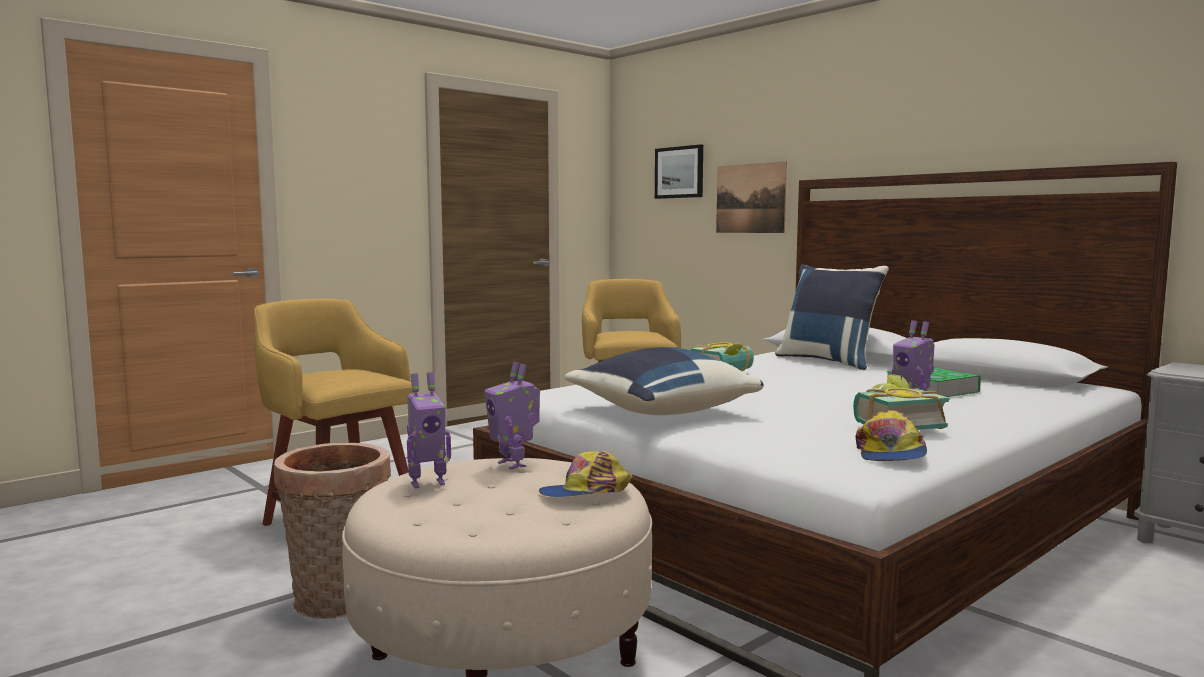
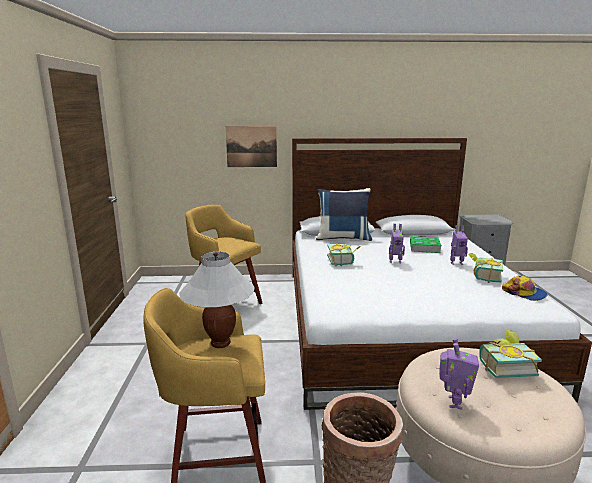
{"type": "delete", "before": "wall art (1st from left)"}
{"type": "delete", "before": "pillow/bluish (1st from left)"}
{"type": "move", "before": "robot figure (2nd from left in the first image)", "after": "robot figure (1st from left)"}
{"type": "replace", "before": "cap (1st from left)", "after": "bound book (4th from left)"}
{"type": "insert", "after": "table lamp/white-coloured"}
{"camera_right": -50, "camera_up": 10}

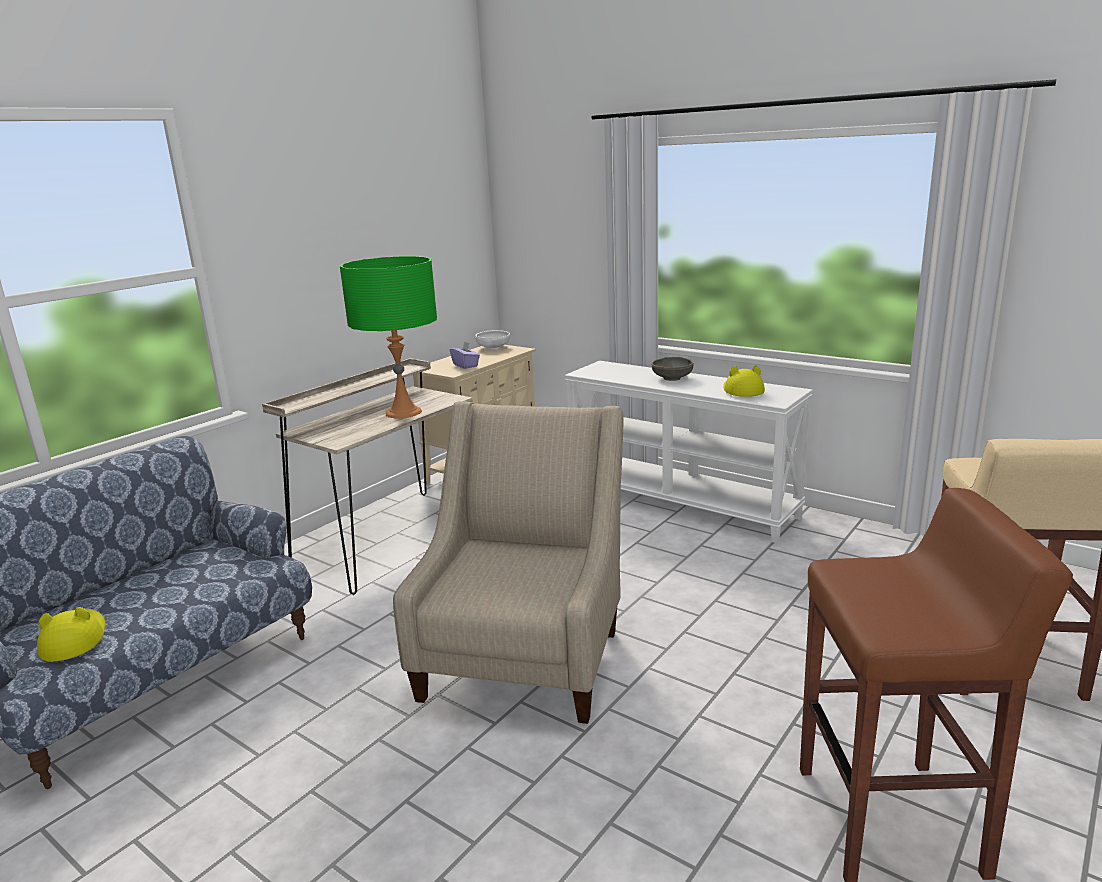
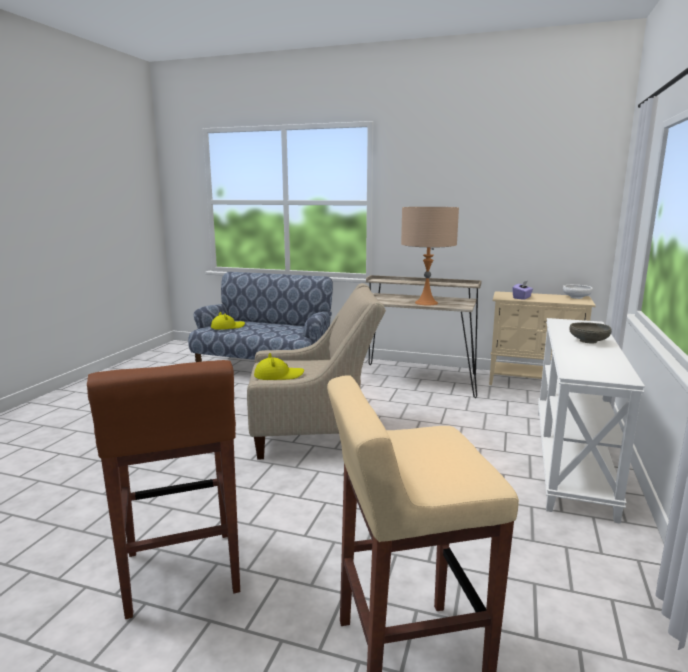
{"type": "recolor", "before": "table lamp/green", "after": "table lamp/beige"}
{"type": "move", "before": "wearable hat/yellow (2nd from left)"}
{"camera_right": 70, "camera_up": -5}

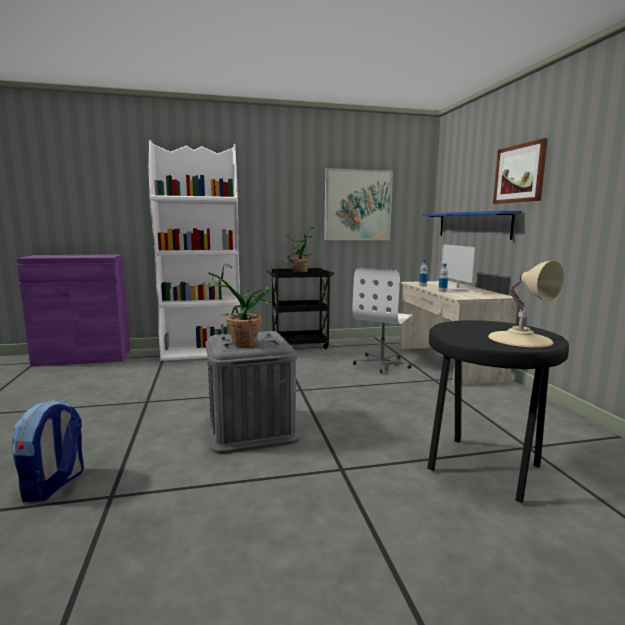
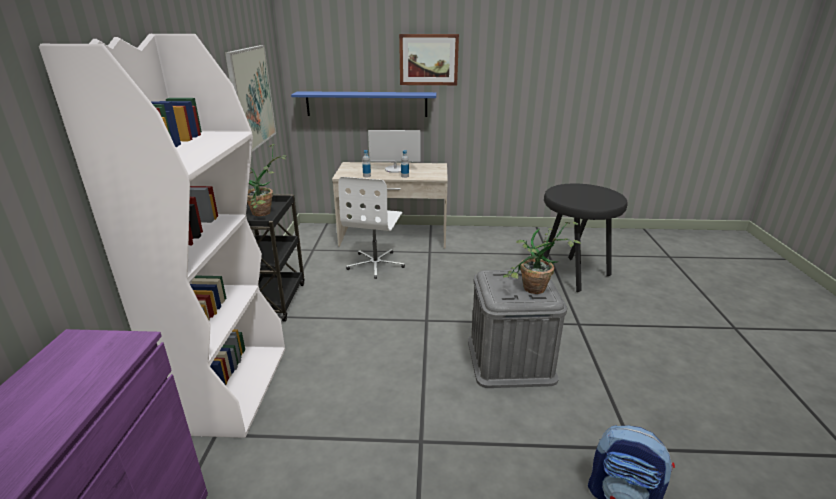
{"type": "delete", "before": "table lamp/beige"}
{"type": "rotate", "before": "desk chair/white-coloured", "turn": 60}
{"camera_right": -75, "camera_up": 15}

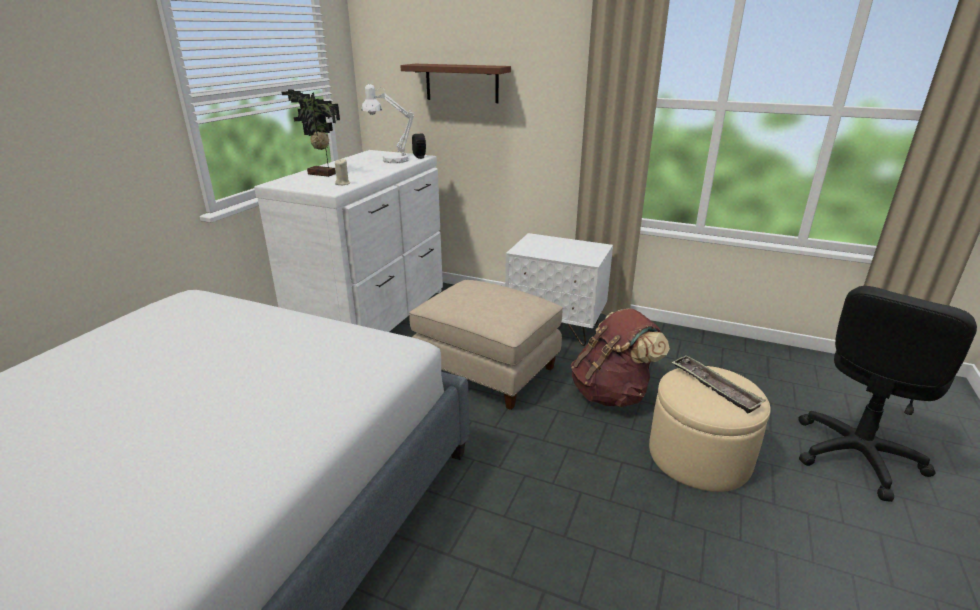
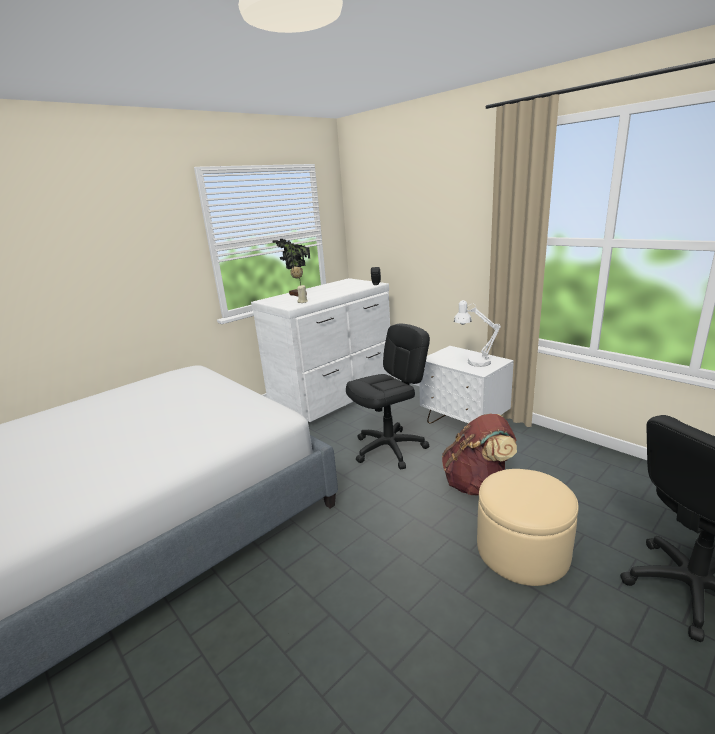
{"type": "delete", "before": "wall shelf/brown"}
{"type": "move", "before": "table lamp/white-coloured"}
{"type": "replace", "before": "footrest/beige (1st from left)", "after": "desk chair/black-coloured (1st from left)"}
{"type": "delete", "before": "tray"}
{"camera_right": 25, "camera_up": -5}

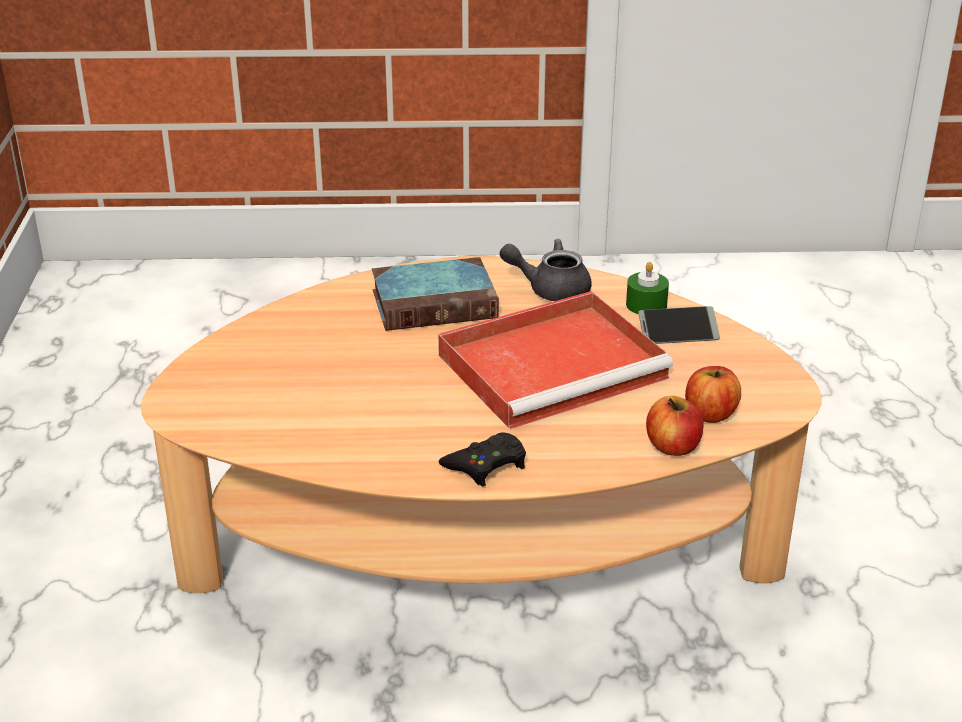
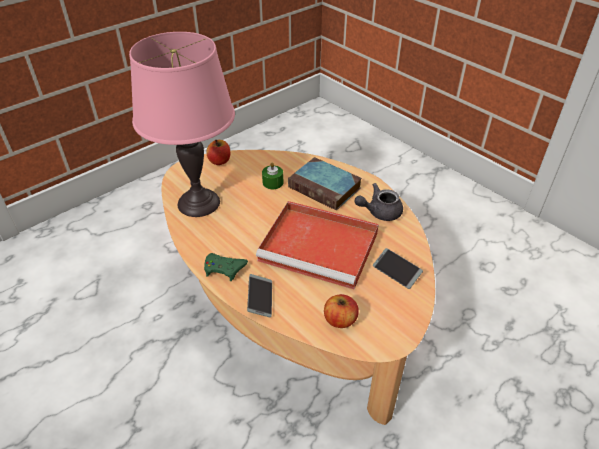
{"type": "rotate", "before": "pot for tea/grey", "turn": -75}
{"type": "move", "before": "wax light/green"}
{"type": "move", "before": "apple fruit (1st from left)"}
{"type": "recolor", "before": "gamepad/black-coloured", "after": "gamepad/green"}
{"type": "insert", "after": "table lamp/pink"}
{"type": "insert", "after": "phone (1st from left)"}
{"camera_right": 50, "camera_up": 10}

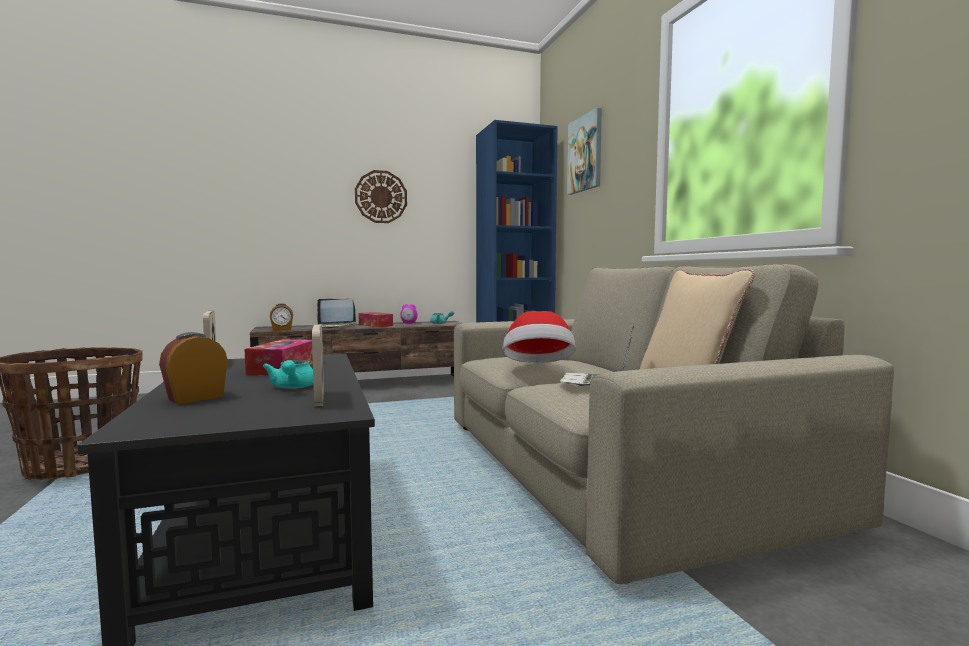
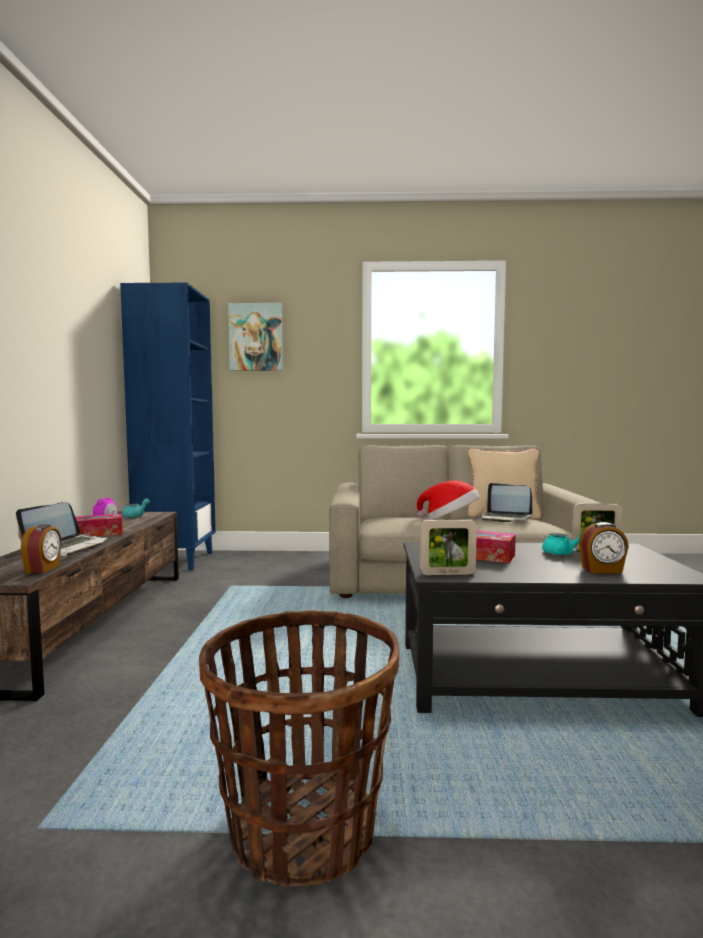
{"type": "delete", "before": "clock on the wall"}
{"type": "rotate", "before": "table clock (1st from left in the first image)", "turn": -60}
{"camera_right": -70, "camera_up": 0}

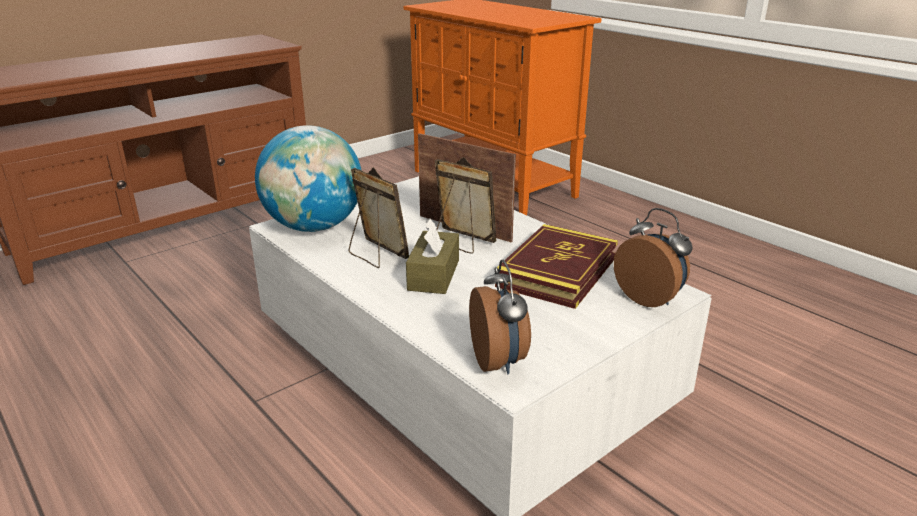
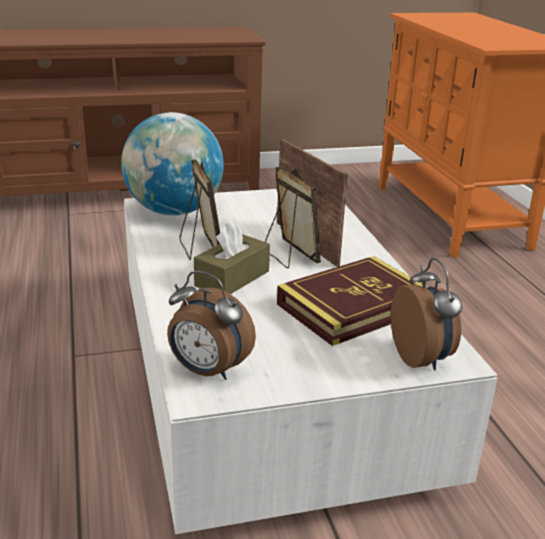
{"type": "rotate", "before": "table clock (1st from left)", "turn": 105}
{"camera_right": 25, "camera_up": 0}

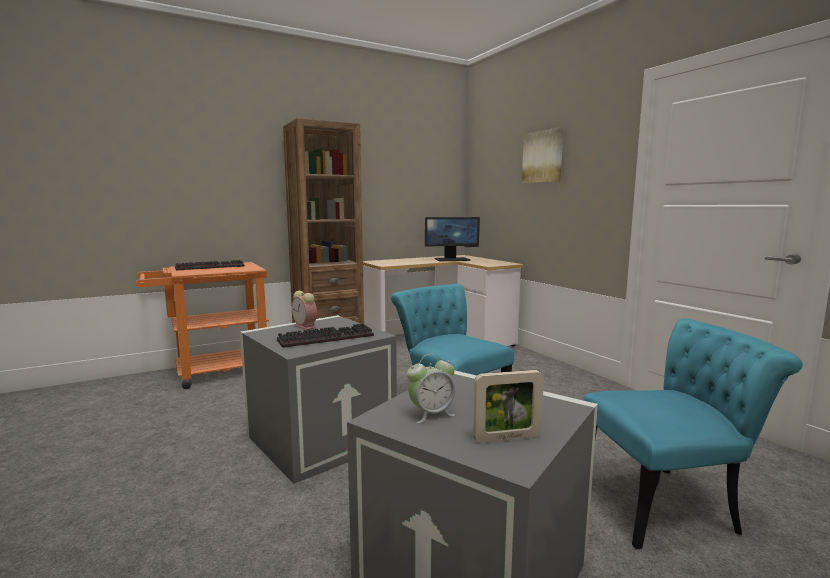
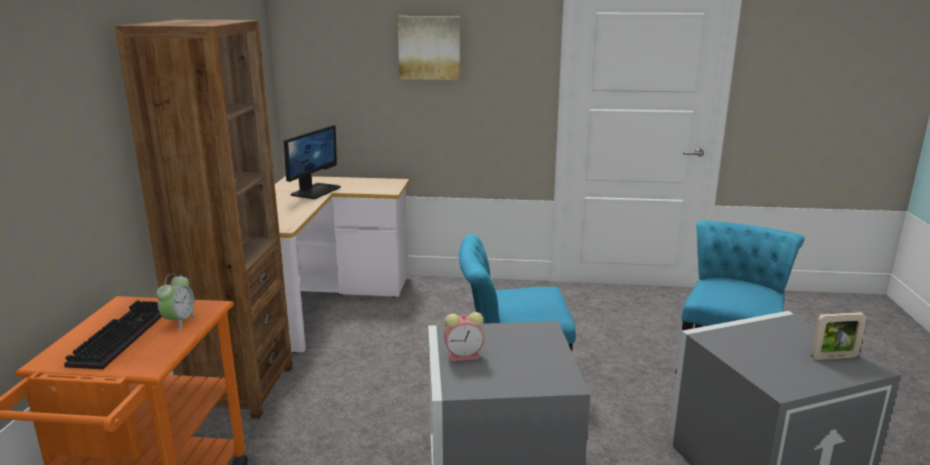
{"type": "delete", "before": "keyboard (2nd from left)"}
{"type": "move", "before": "table clock (2nd from left in the first image)", "after": "table clock (1st from left)"}
{"type": "rotate", "before": "photo frame", "turn": 60}
{"camera_right": -55, "camera_up": 10}

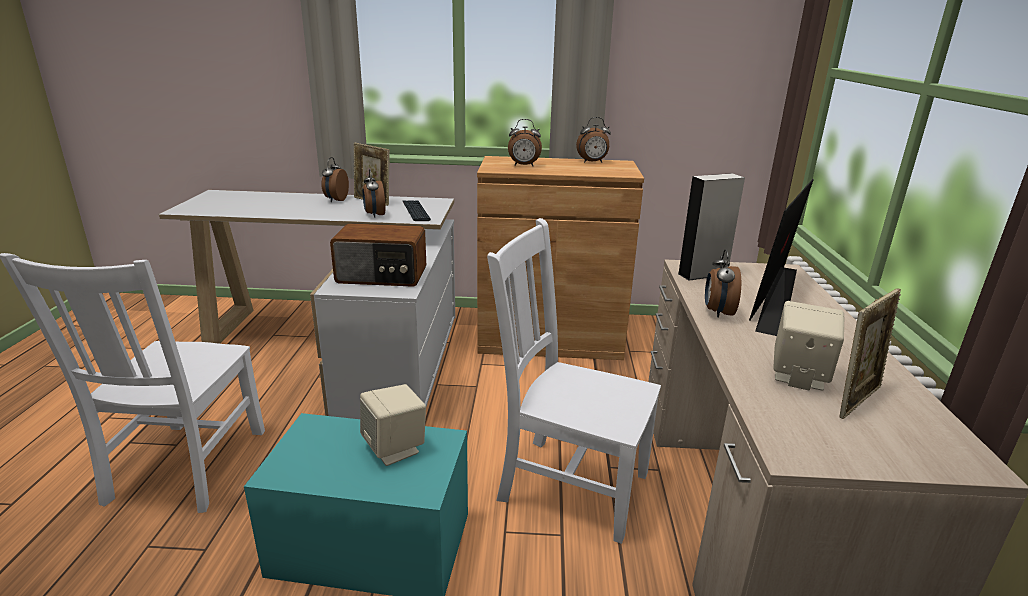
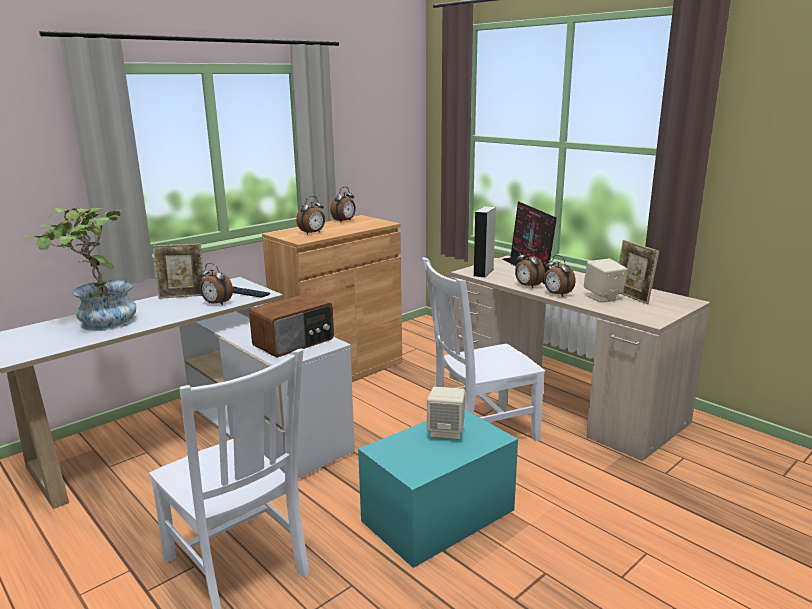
{"type": "move", "before": "table clock (1st from left in the first image)", "after": "table clock (5th from left)"}
{"type": "rotate", "before": "photo frame (2nd from left)", "turn": 150}
{"type": "insert", "after": "plant in a pot"}
{"camera_right": -45, "camera_up": -5}

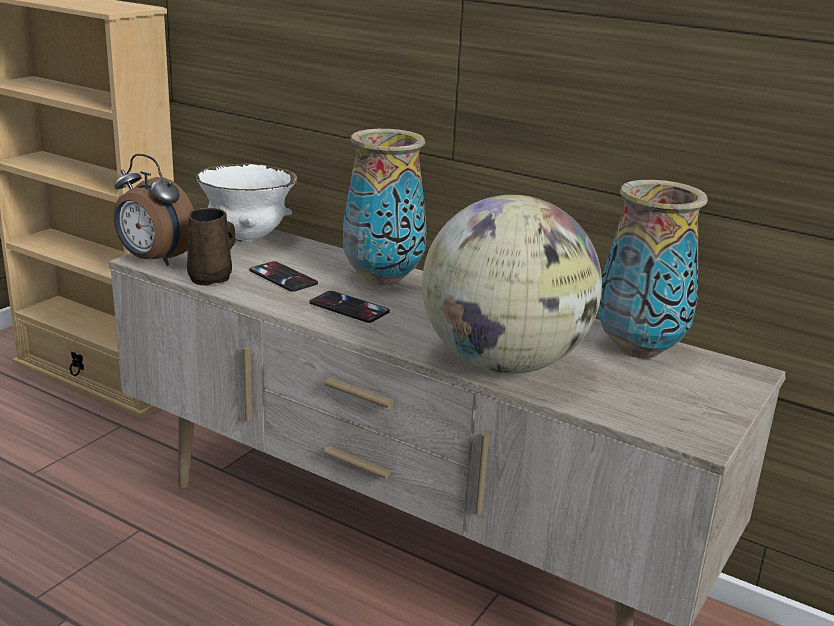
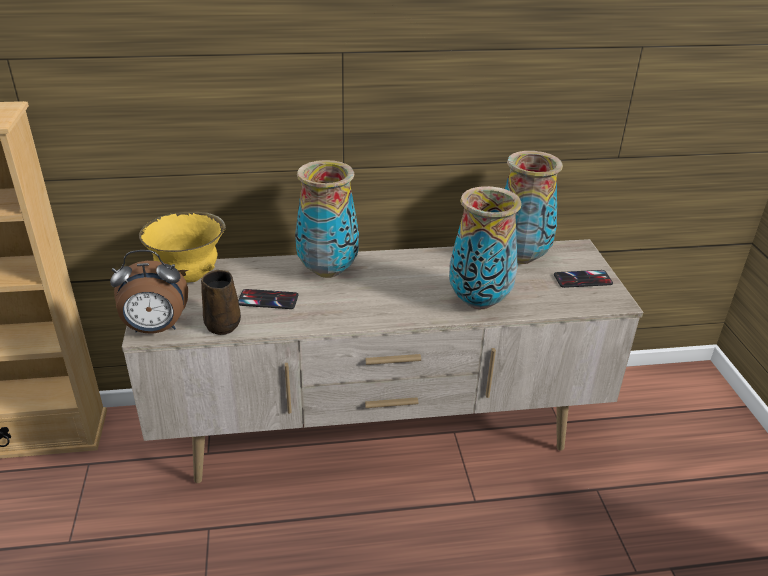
{"type": "recolor", "before": "bowl/white-coloured", "after": "bowl/yellow"}
{"type": "replace", "before": "globe", "after": "vase (2nd from left)"}
{"type": "move", "before": "phone (2nd from left)"}
{"camera_right": -40, "camera_up": 10}

